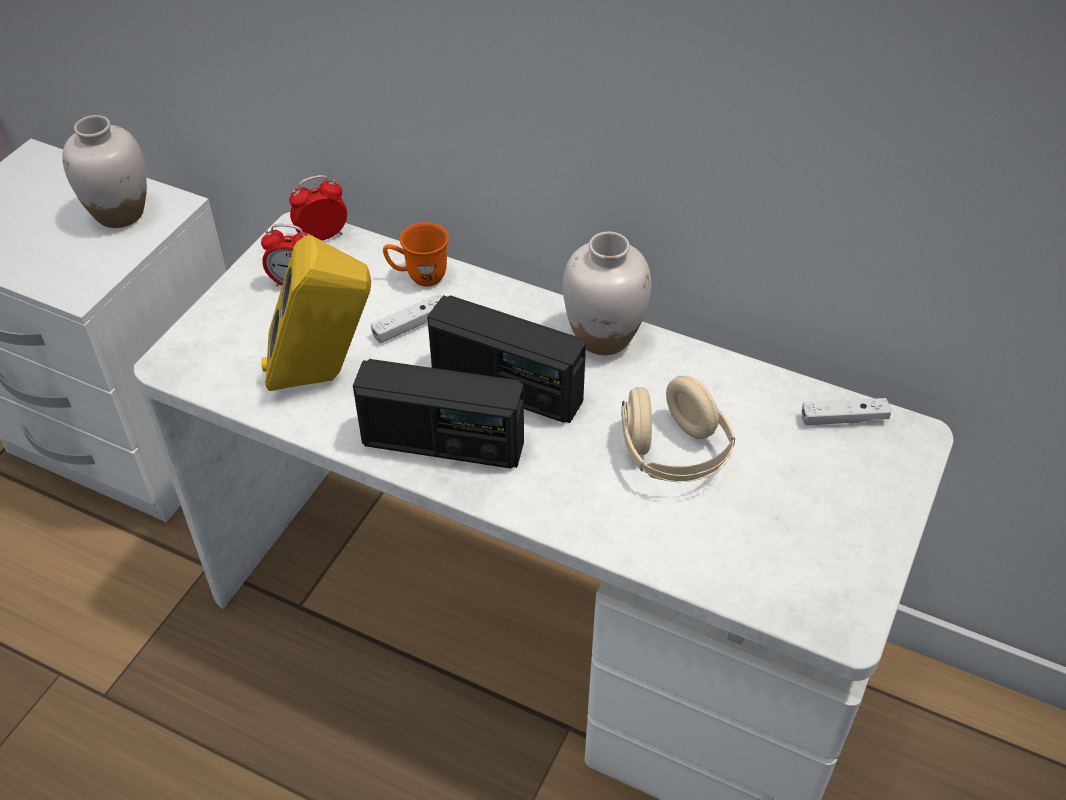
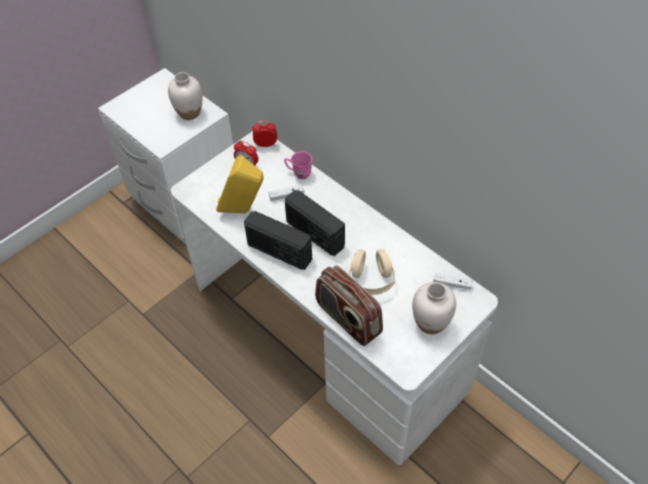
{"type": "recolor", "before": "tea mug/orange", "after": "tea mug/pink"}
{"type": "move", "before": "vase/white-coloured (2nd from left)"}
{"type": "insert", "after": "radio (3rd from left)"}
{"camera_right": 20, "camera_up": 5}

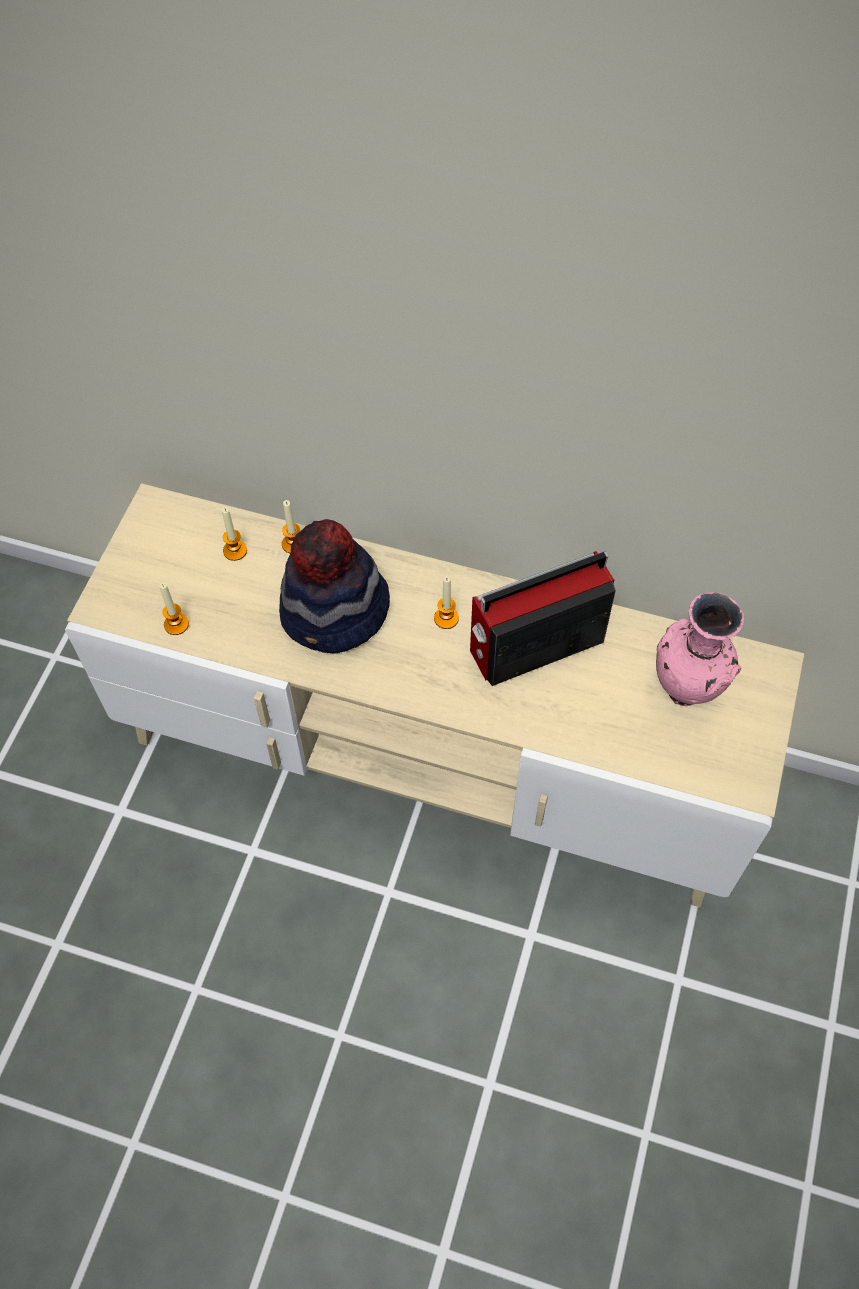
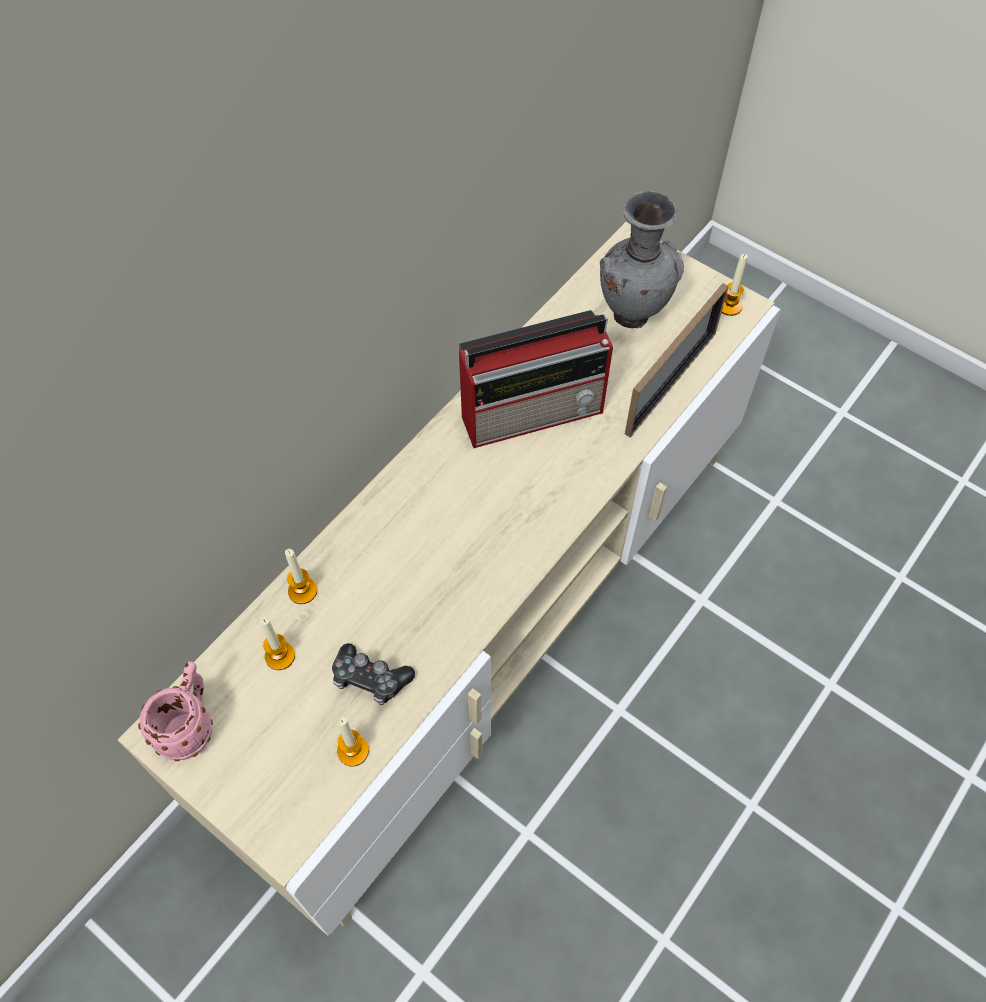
{"type": "delete", "before": "wearable hat"}
{"type": "rotate", "before": "radio", "turn": -105}
{"type": "move", "before": "wax light (4th from left)"}
{"type": "recolor", "before": "vase/pink", "after": "vase/grey"}
{"type": "insert", "after": "photo frame"}
{"type": "insert", "after": "gamepad"}
{"type": "insert", "after": "tea mug/pink"}
{"camera_right": -70, "camera_up": 0}

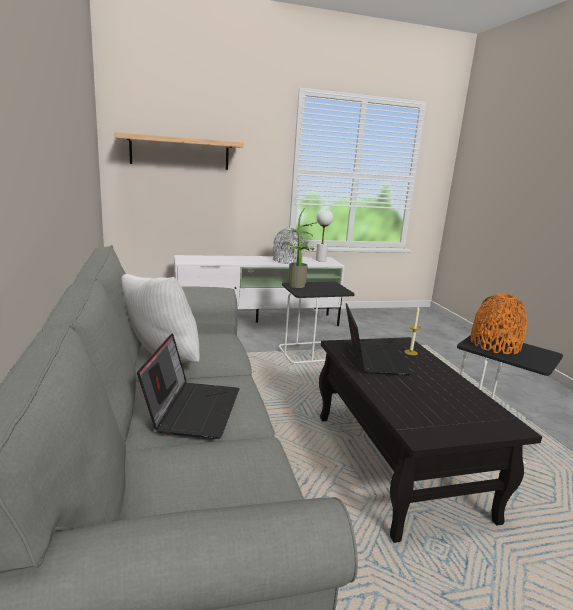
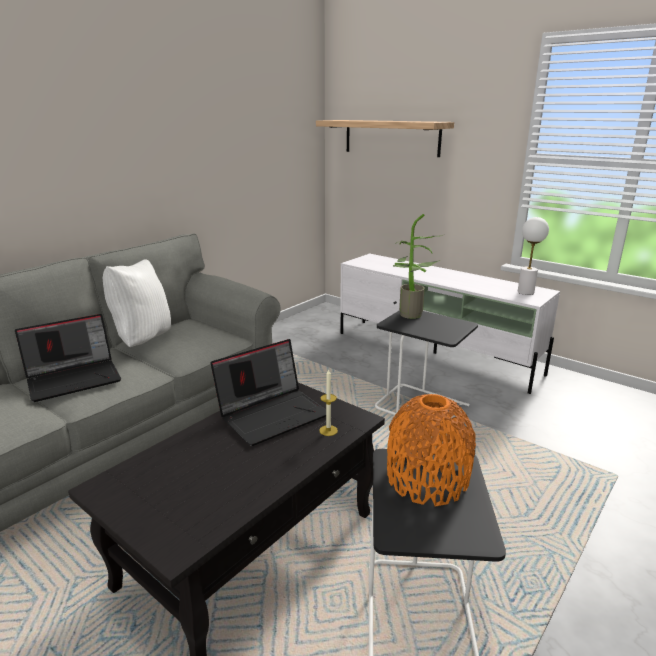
{"type": "delete", "before": "vase/grey"}
{"camera_right": 55, "camera_up": 5}

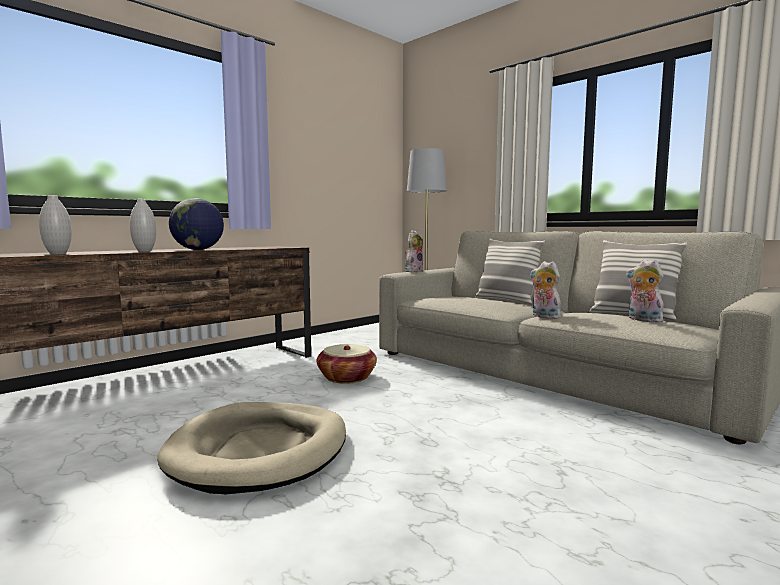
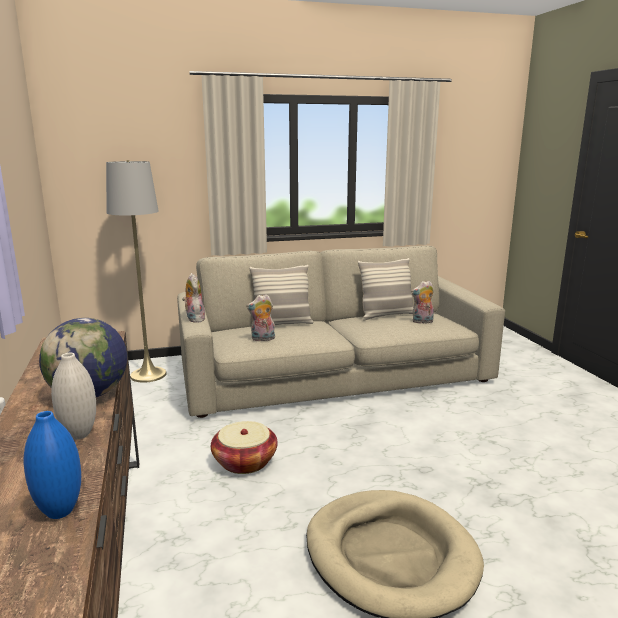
{"type": "recolor", "before": "vase/white-coloured (1st from left)", "after": "vase/bluish"}
{"type": "move", "before": "cuddly toy (2nd from left)"}
{"camera_right": -60, "camera_up": 10}

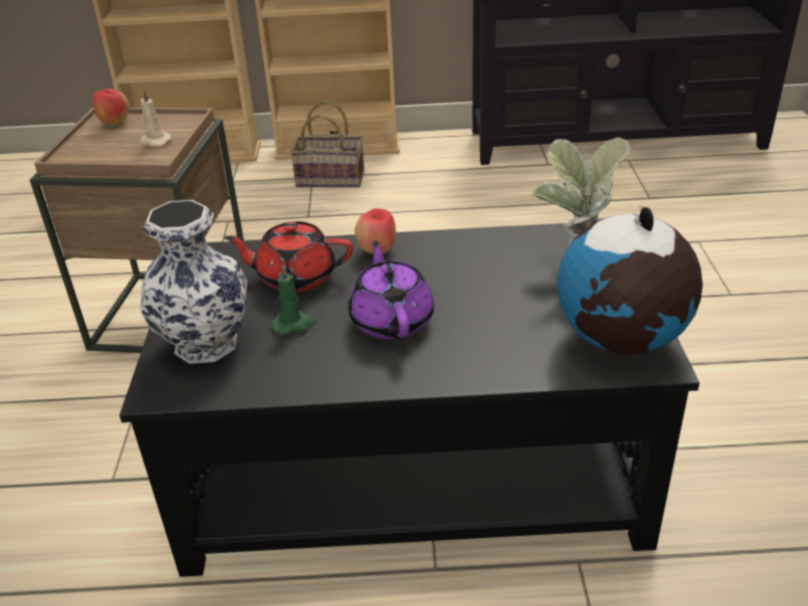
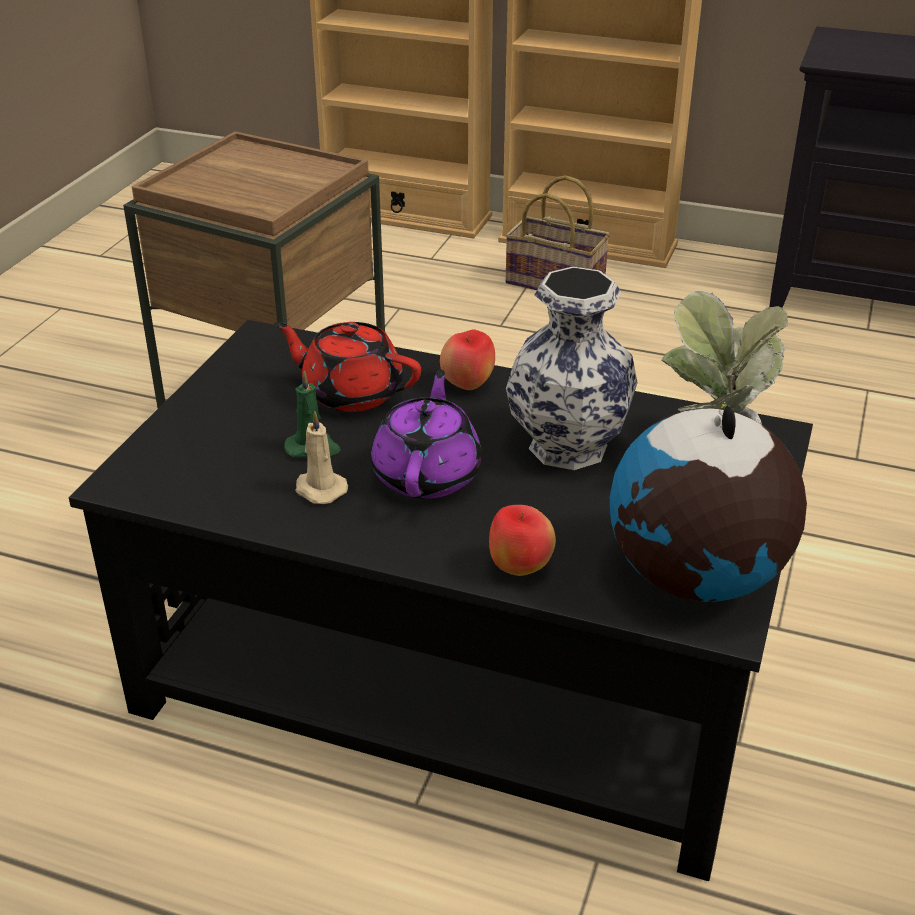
{"type": "move", "before": "apple fruit (1st from left in the first image)", "after": "apple fruit (2nd from left)"}
{"type": "move", "before": "wax light/beige"}
{"type": "move", "before": "vase"}
{"camera_right": 20, "camera_up": 0}

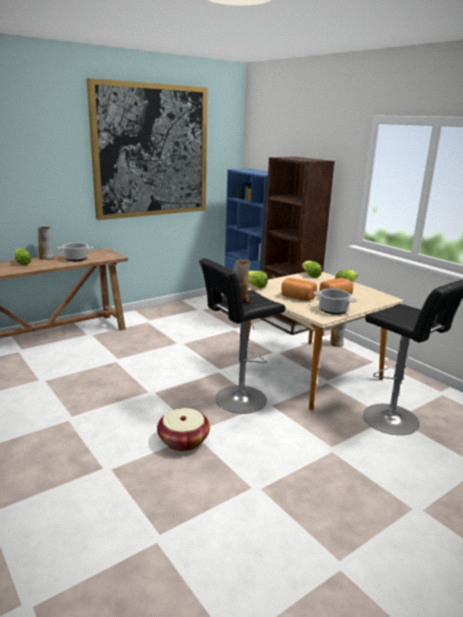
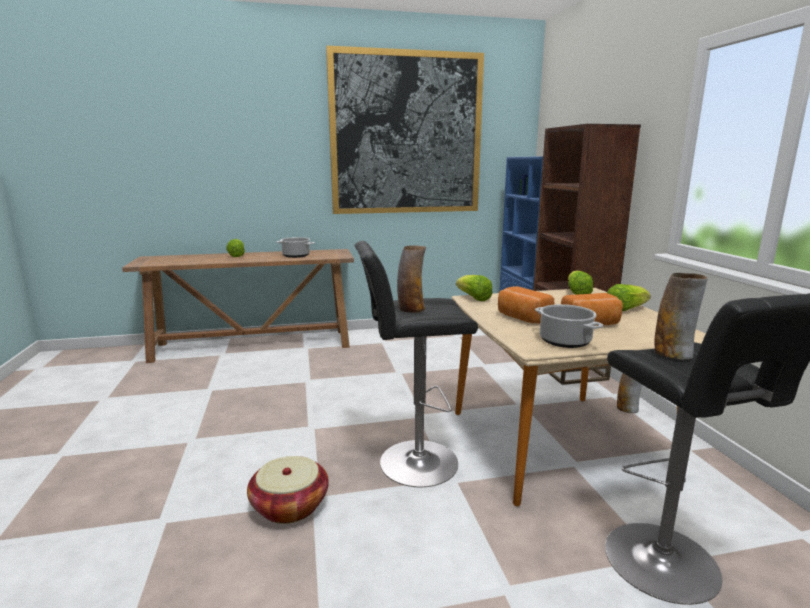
{"type": "move", "before": "vase (1st from left in the first image)", "after": "vase (3rd from left)"}
{"camera_right": 25, "camera_up": -5}

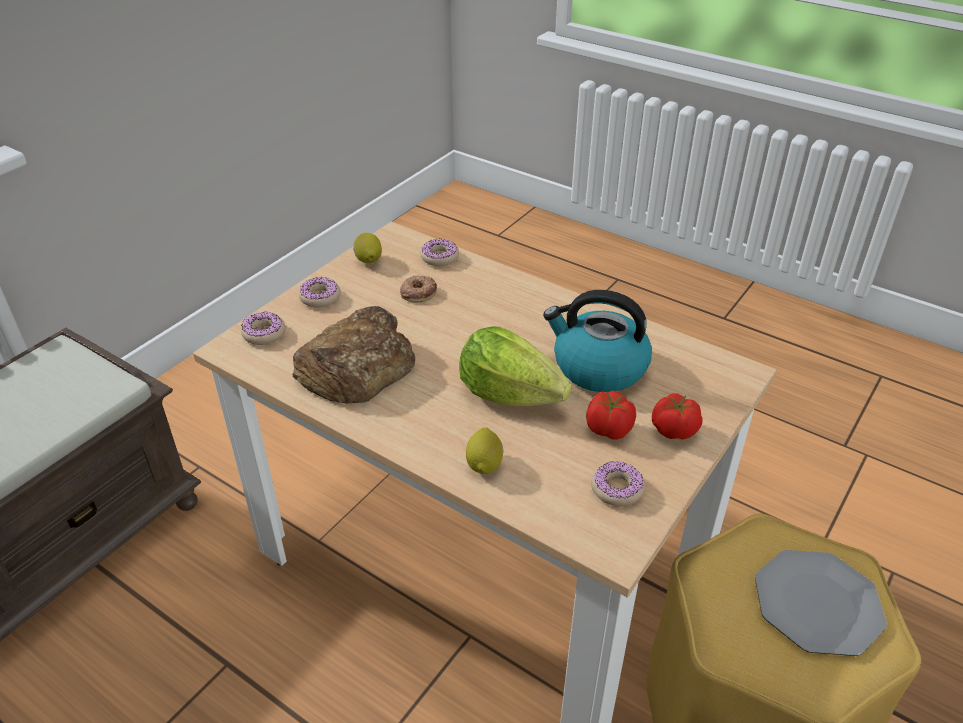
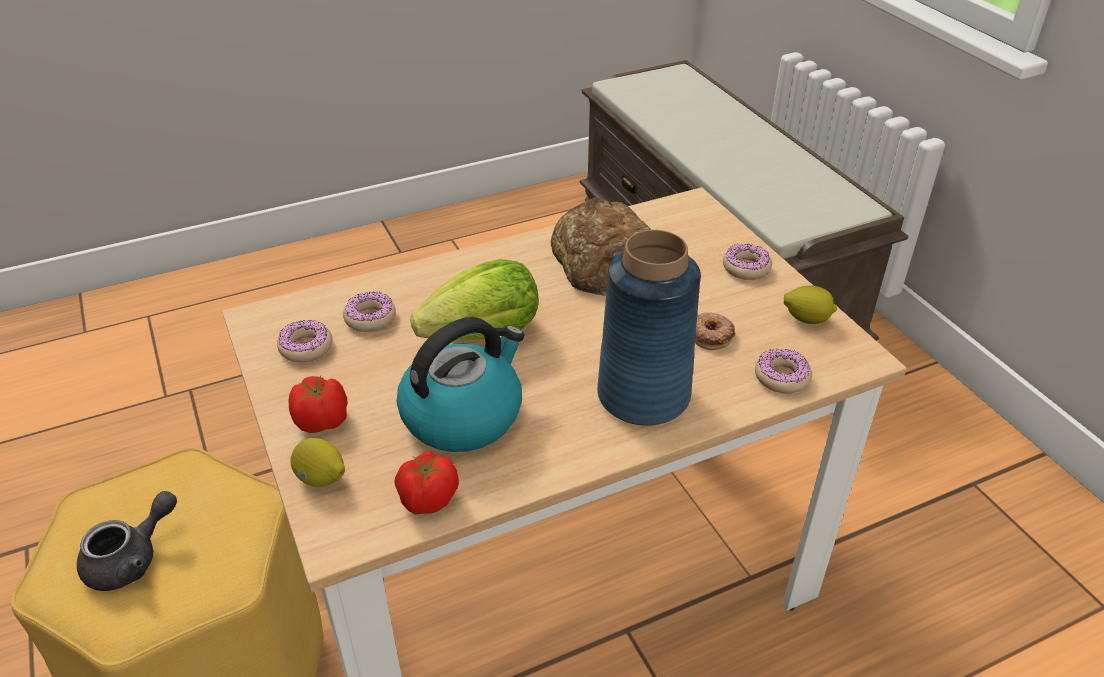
{"type": "move", "before": "donut (1st from left in the first image)", "after": "donut (2nd from left)"}
{"type": "move", "before": "tomato (1st from left in the first image)", "after": "tomato (2nd from left)"}
{"type": "move", "before": "whole lemon (2nd from left in the first image)", "after": "whole lemon (1st from left)"}
{"type": "replace", "before": "flat dish", "after": "pot for tea/grey"}
{"type": "insert", "after": "vase/bluish"}
{"camera_right": 120, "camera_up": 0}

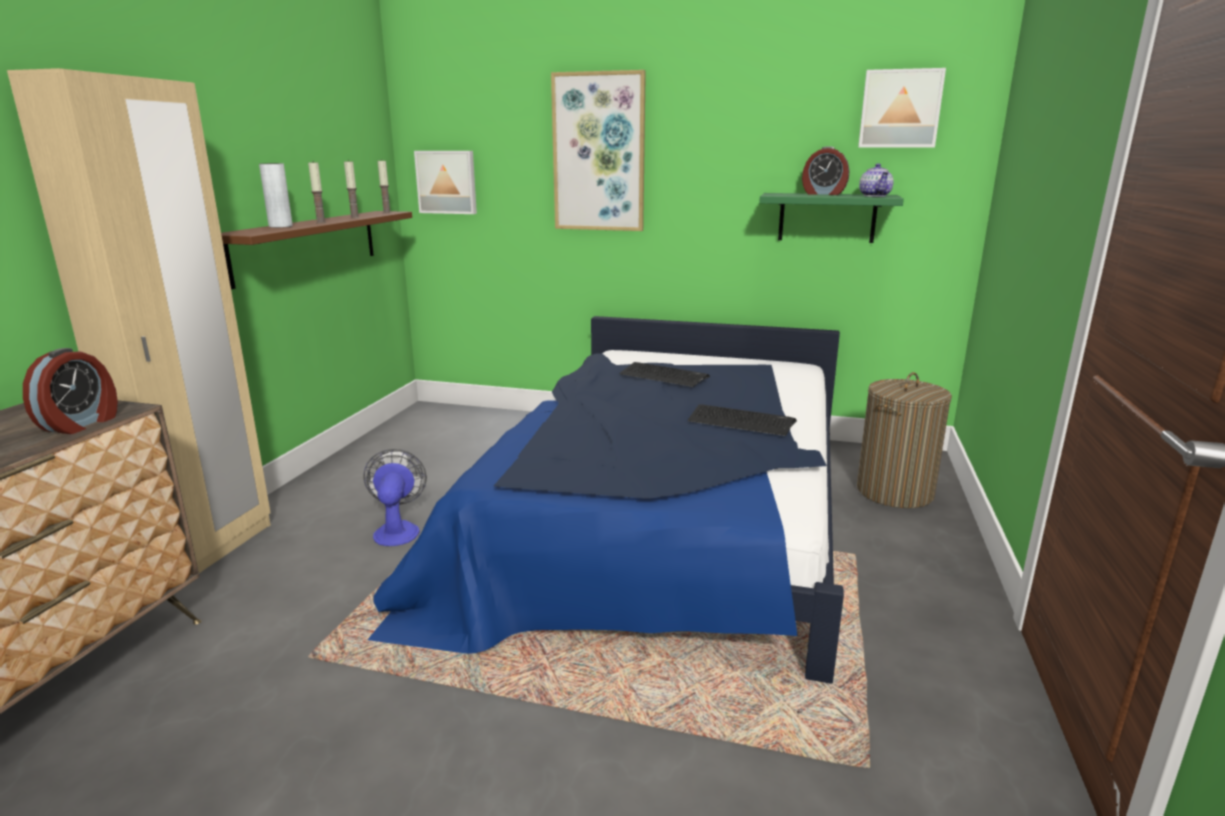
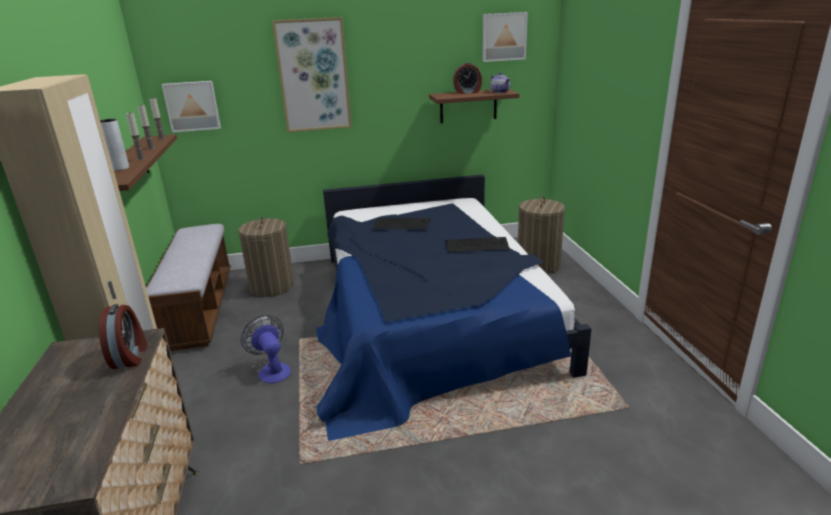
{"type": "recolor", "before": "wall shelf/green", "after": "wall shelf/brown (2nd from left)"}
{"type": "insert", "after": "hamper (1st from left)"}
{"type": "insert", "after": "long seat"}
{"camera_right": -25, "camera_up": 5}

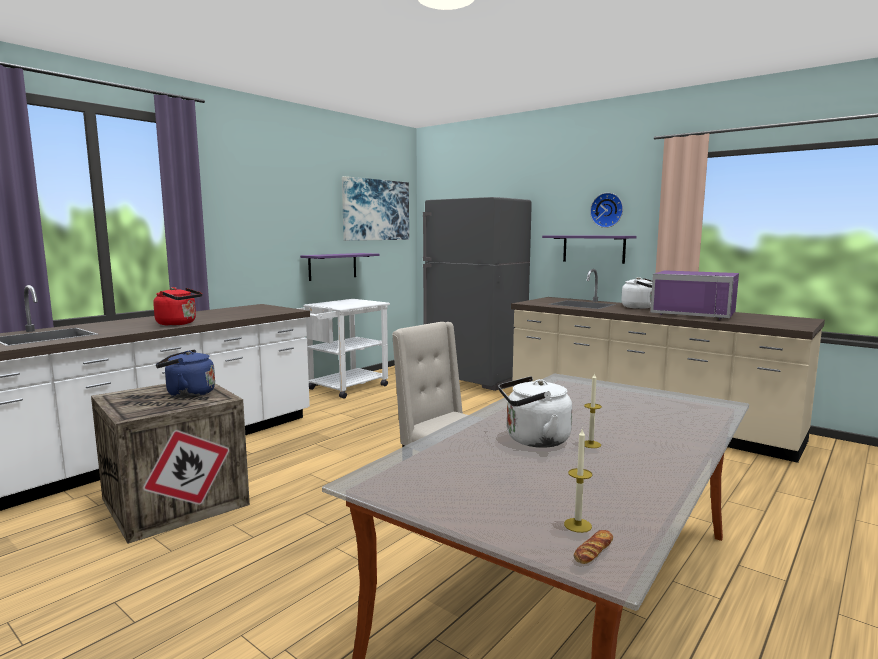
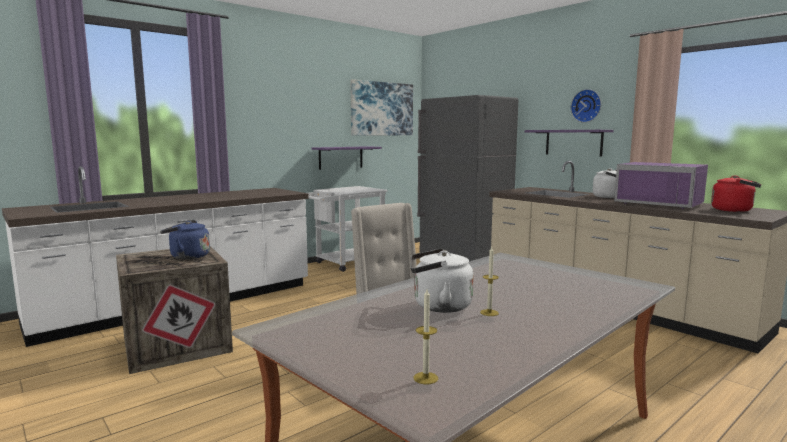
{"type": "move", "before": "water kettle/red-coloured"}
{"type": "delete", "before": "bread"}
{"camera_right": 10, "camera_up": 0}

